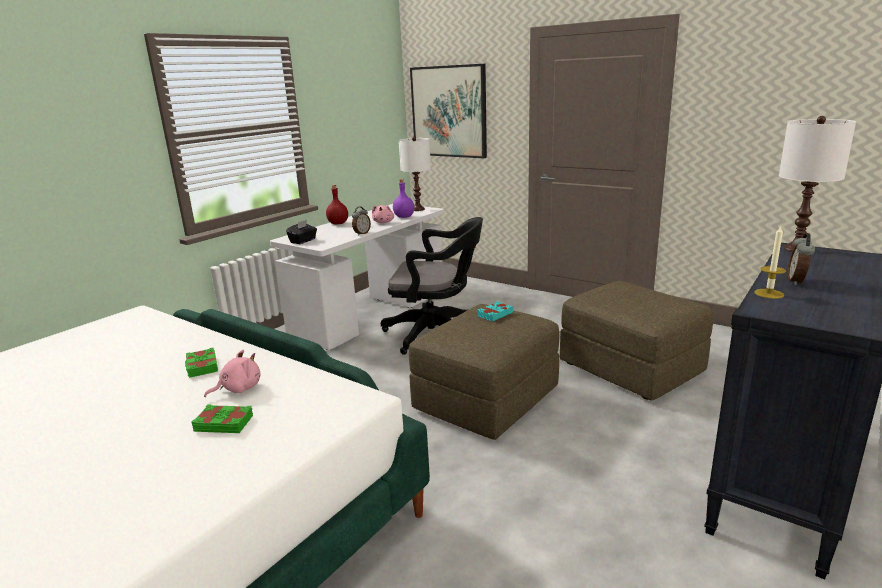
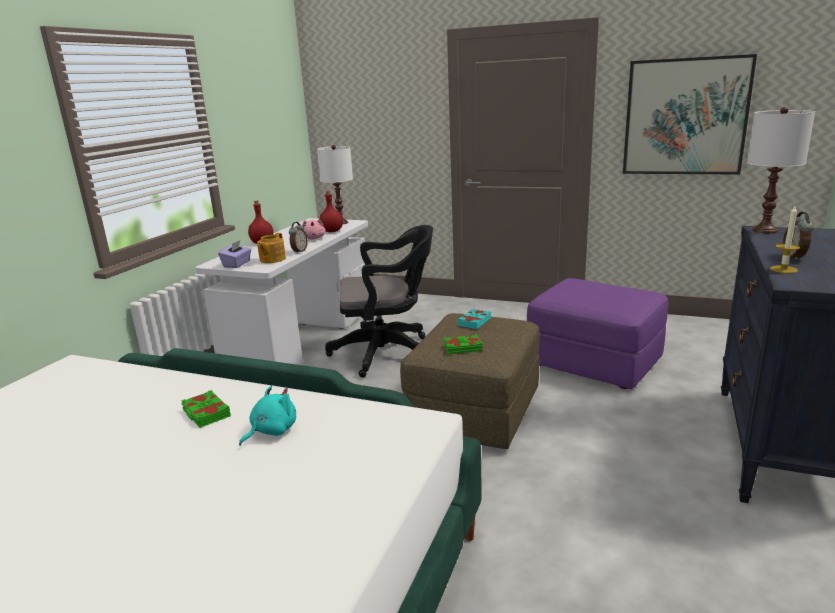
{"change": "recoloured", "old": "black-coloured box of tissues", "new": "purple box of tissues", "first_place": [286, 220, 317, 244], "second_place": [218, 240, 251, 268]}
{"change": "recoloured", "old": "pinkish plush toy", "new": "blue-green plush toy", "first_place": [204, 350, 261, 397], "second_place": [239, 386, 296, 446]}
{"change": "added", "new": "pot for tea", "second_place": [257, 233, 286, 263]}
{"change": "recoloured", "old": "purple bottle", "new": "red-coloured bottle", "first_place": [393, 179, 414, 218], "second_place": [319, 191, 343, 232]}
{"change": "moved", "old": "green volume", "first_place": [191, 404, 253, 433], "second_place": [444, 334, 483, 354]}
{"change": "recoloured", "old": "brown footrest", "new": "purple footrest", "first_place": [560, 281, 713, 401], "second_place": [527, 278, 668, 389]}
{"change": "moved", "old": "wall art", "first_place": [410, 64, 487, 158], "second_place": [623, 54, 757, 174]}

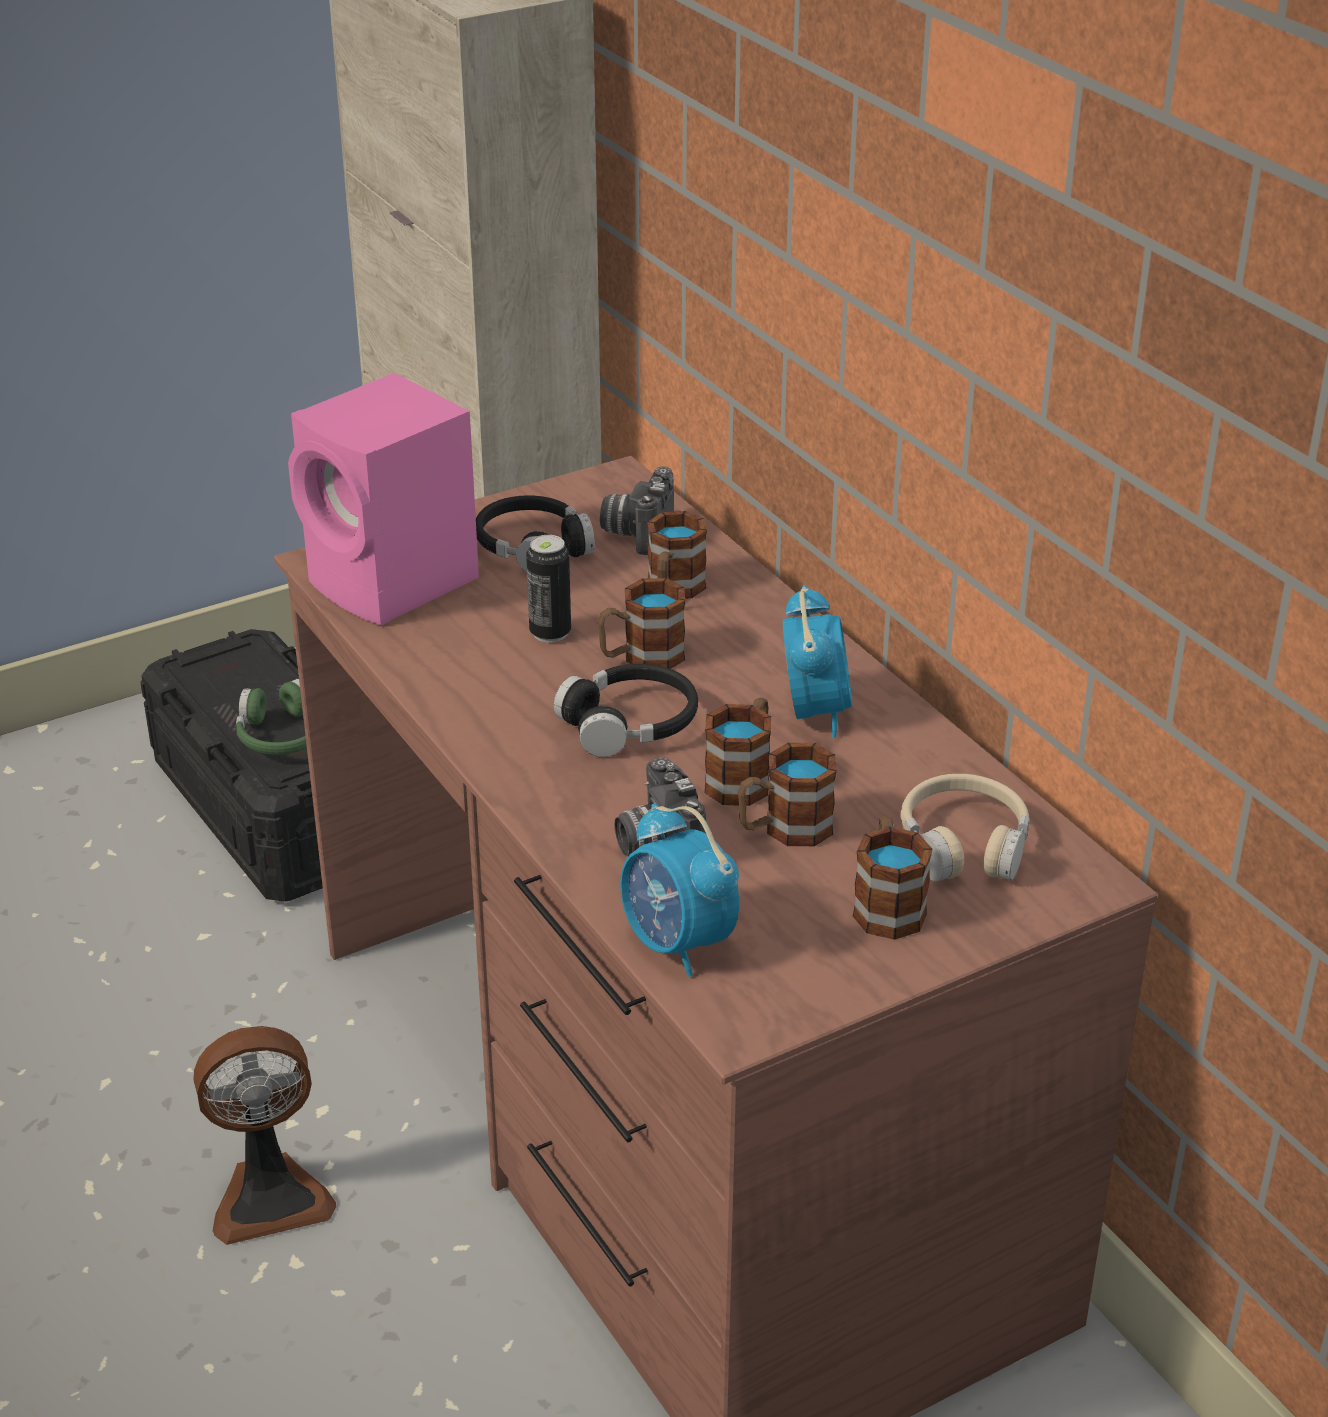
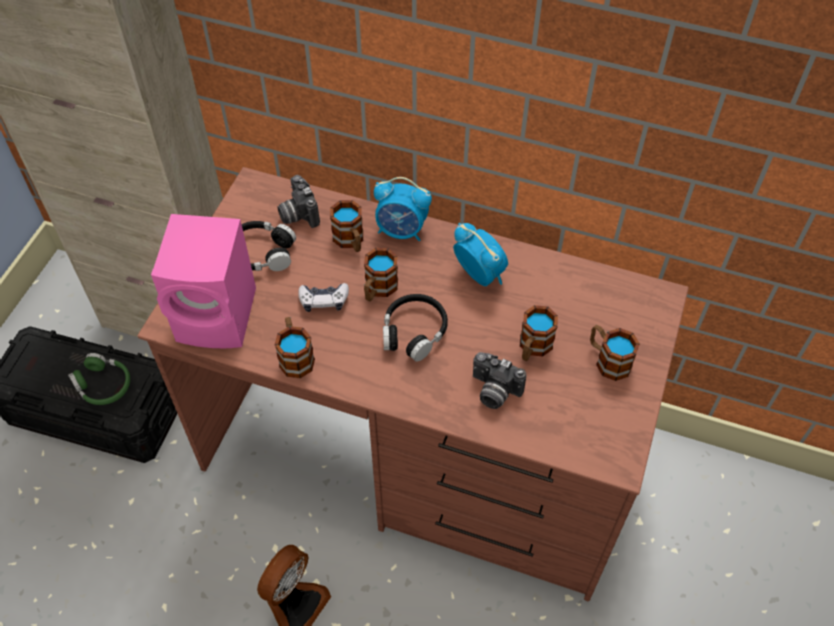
{"change": "moved", "old": "mug", "first_place": [704, 698, 771, 806], "second_place": [275, 317, 315, 378]}
{"change": "replaced", "old": "metal can", "new": "joypad", "first_place": [526, 535, 571, 643], "second_place": [298, 283, 349, 312]}
{"change": "moved", "old": "alarm clock", "first_place": [620, 803, 739, 977], "second_place": [374, 177, 432, 241]}
{"change": "removed", "old": "sand-coloured headphones", "first_place": [900, 774, 1030, 882]}

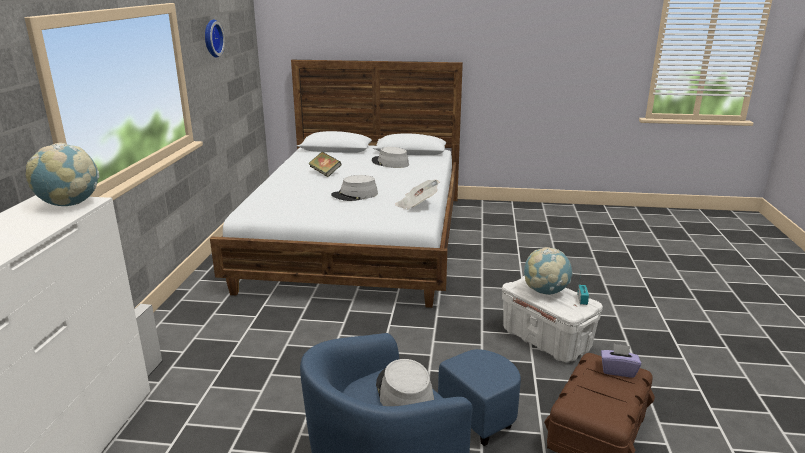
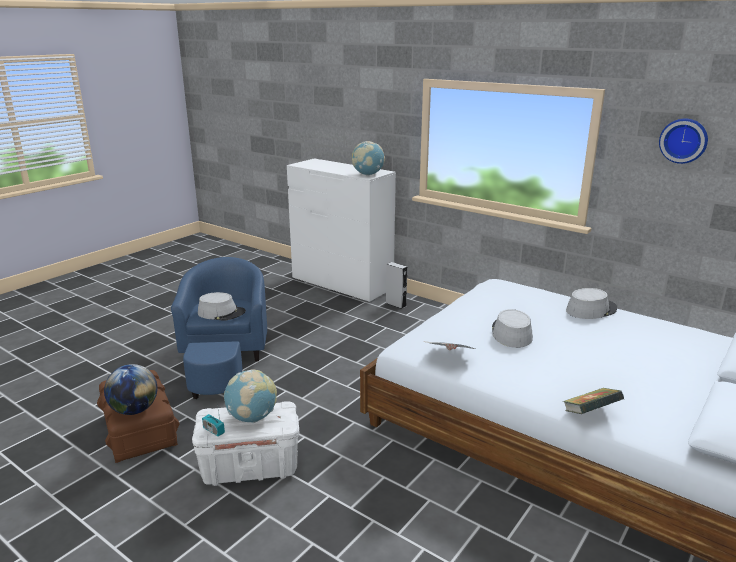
{"change": "replaced", "old": "purple box of tissues", "new": "globe", "first_place": [601, 344, 641, 378], "second_place": [104, 364, 157, 415]}
{"change": "moved", "old": "volume", "first_place": [309, 152, 342, 177], "second_place": [563, 388, 624, 414]}
{"change": "moved", "old": "grey wearable hat", "first_place": [372, 147, 409, 168], "second_place": [566, 288, 617, 319]}

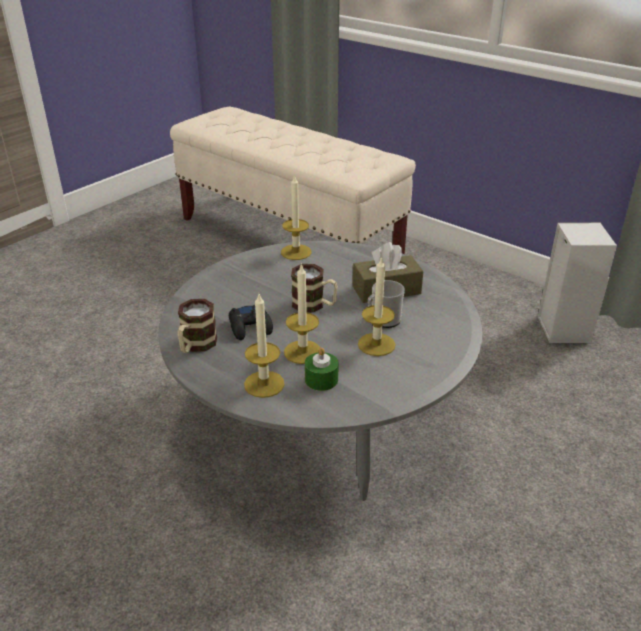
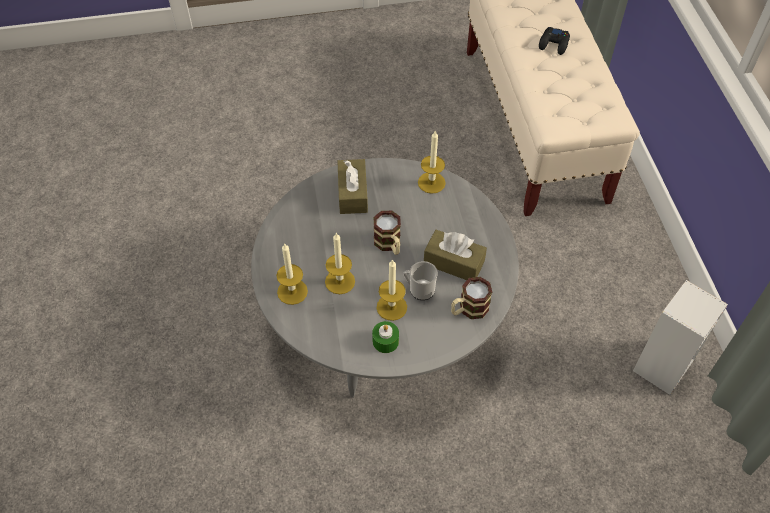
{"change": "added", "new": "brown box of tissues", "second_place": [337, 159, 368, 214]}
{"change": "moved", "old": "green candle", "first_place": [305, 348, 339, 391], "second_place": [372, 321, 399, 353]}
{"change": "moved", "old": "mug", "first_place": [178, 299, 217, 353], "second_place": [451, 277, 492, 319]}
{"change": "moved", "old": "black-coloured joypad", "first_place": [229, 305, 273, 340], "second_place": [539, 27, 570, 55]}

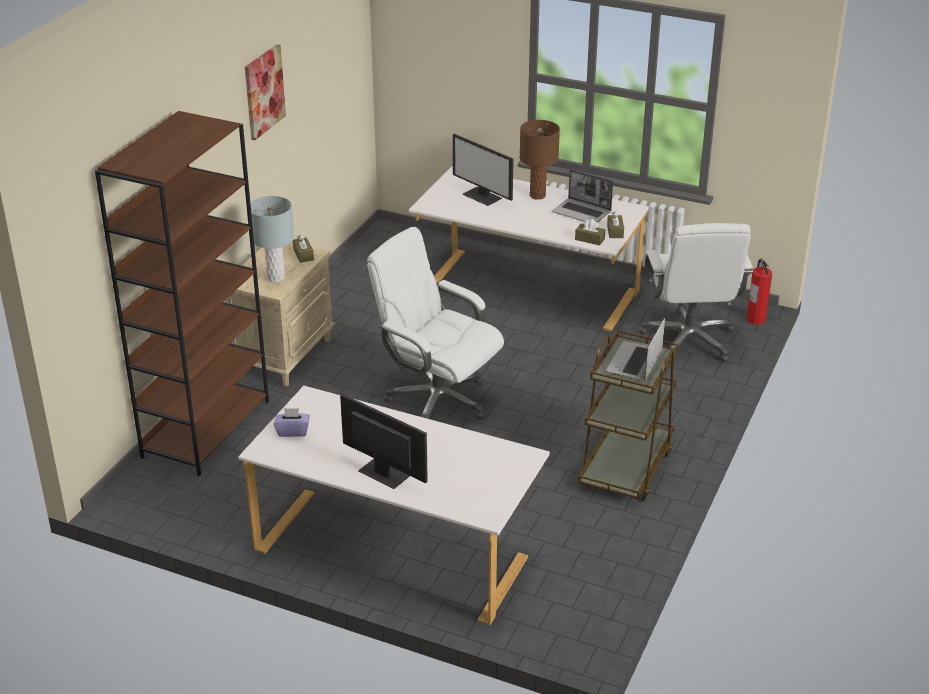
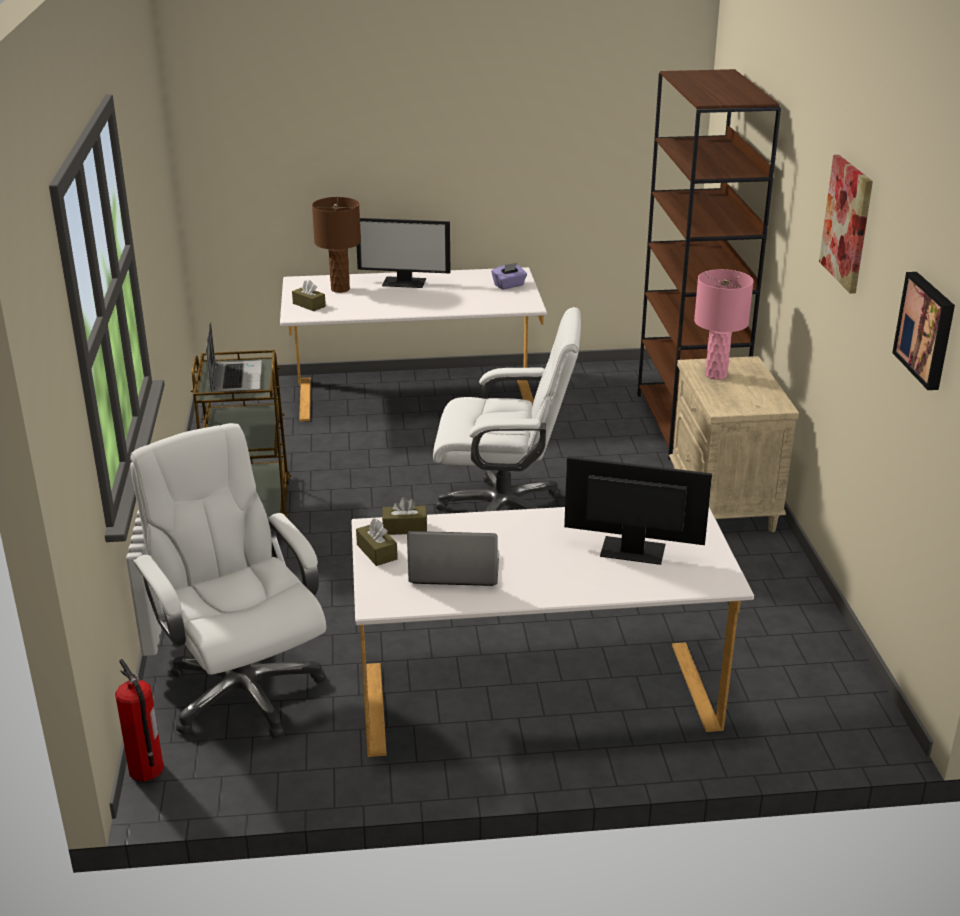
{"change": "moved", "old": "brown box of tissues", "first_place": [293, 235, 314, 263], "second_place": [292, 280, 326, 311]}
{"change": "moved", "old": "brown tabletop lamp", "first_place": [520, 120, 560, 200], "second_place": [312, 197, 361, 293]}
{"change": "recoloured", "old": "grey tabletop lamp", "new": "pinkish tabletop lamp", "first_place": [250, 196, 294, 282], "second_place": [694, 269, 754, 380]}
{"change": "added", "new": "wall art", "second_place": [892, 272, 955, 390]}

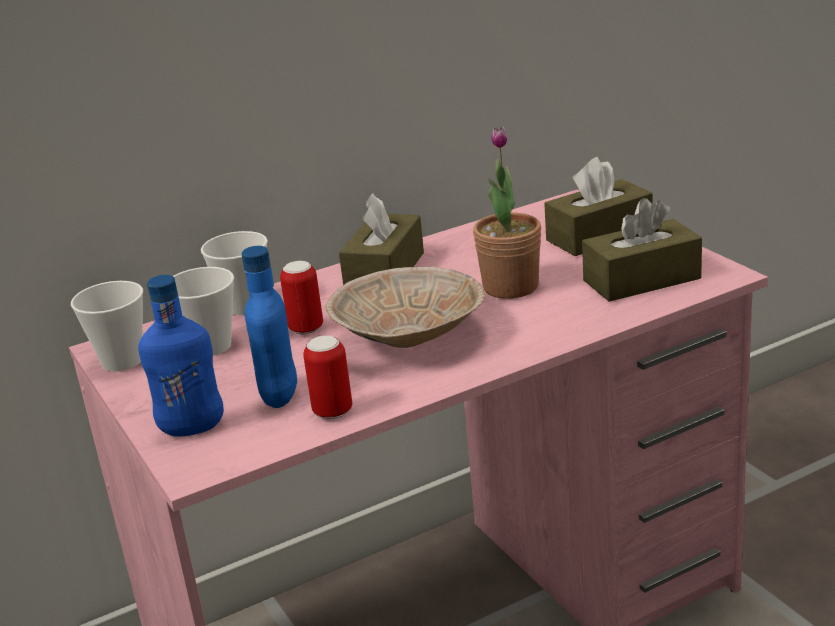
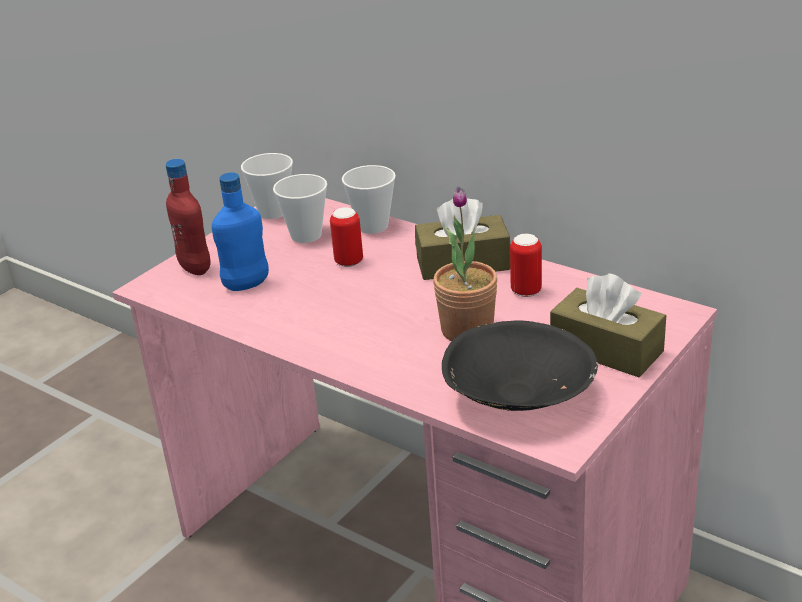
{"change": "recoloured", "old": "blue bottle", "new": "red-coloured bottle", "first_place": [138, 275, 224, 437], "second_place": [166, 159, 211, 275]}
{"change": "replaced", "old": "brown box of tissues", "new": "black-coloured deep dish", "first_place": [582, 198, 702, 302], "second_place": [442, 320, 598, 411]}
{"change": "moved", "old": "metal can", "first_place": [303, 336, 352, 419], "second_place": [510, 234, 542, 297]}
{"change": "removed", "old": "sand-coloured deep dish", "first_place": [326, 267, 485, 348]}

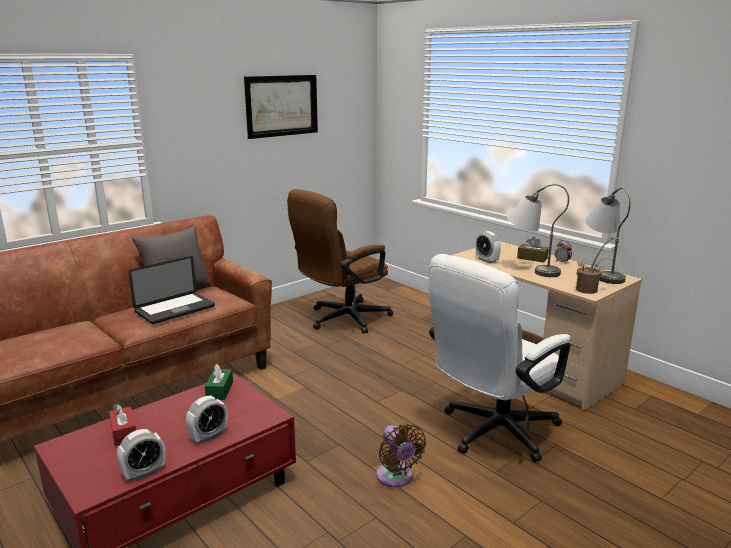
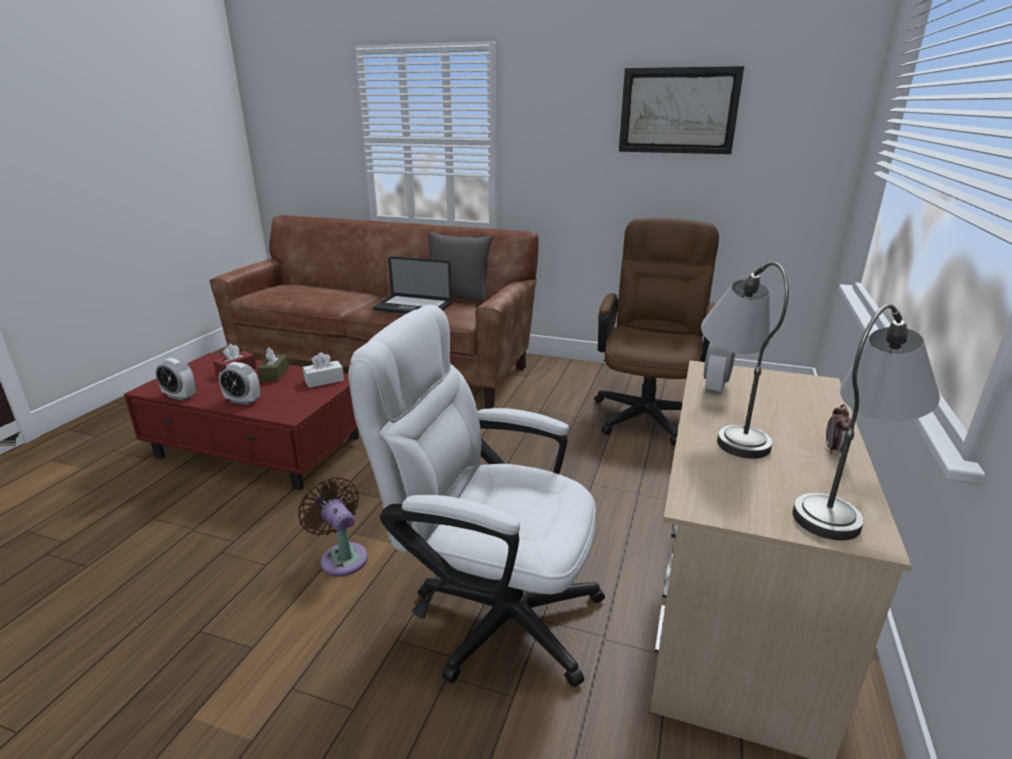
{"change": "moved", "old": "brown box of tissues", "first_place": [517, 237, 549, 263], "second_place": [257, 347, 289, 382]}
{"change": "turned", "old": "brown electric fan", "first_place": [376, 424, 426, 487], "second_place": [298, 477, 368, 576], "degrees": 105}
{"change": "recoloured", "old": "green box of tissues", "new": "whitish box of tissues", "first_place": [205, 364, 233, 400], "second_place": [303, 352, 344, 388]}
{"change": "turned", "old": "brown desk chair", "first_place": [287, 189, 393, 334], "second_place": [594, 218, 719, 446], "degrees": 90}
{"change": "removed", "old": "houseplant", "first_place": [576, 237, 618, 294]}

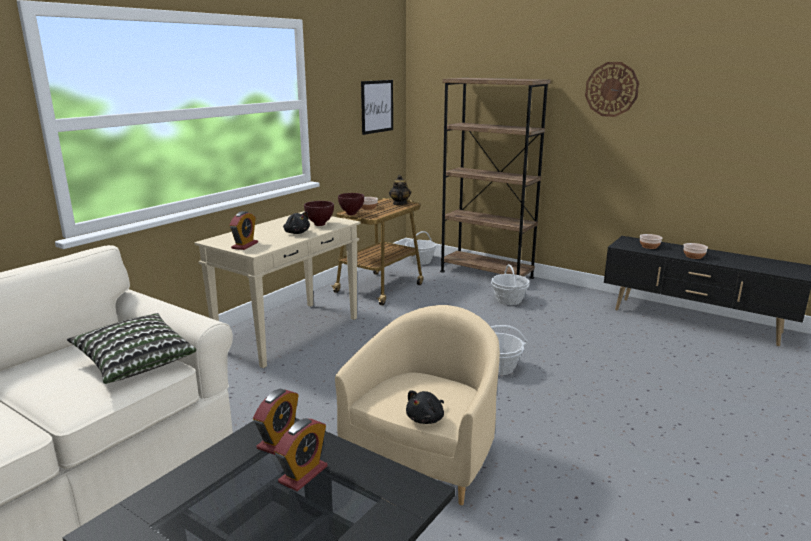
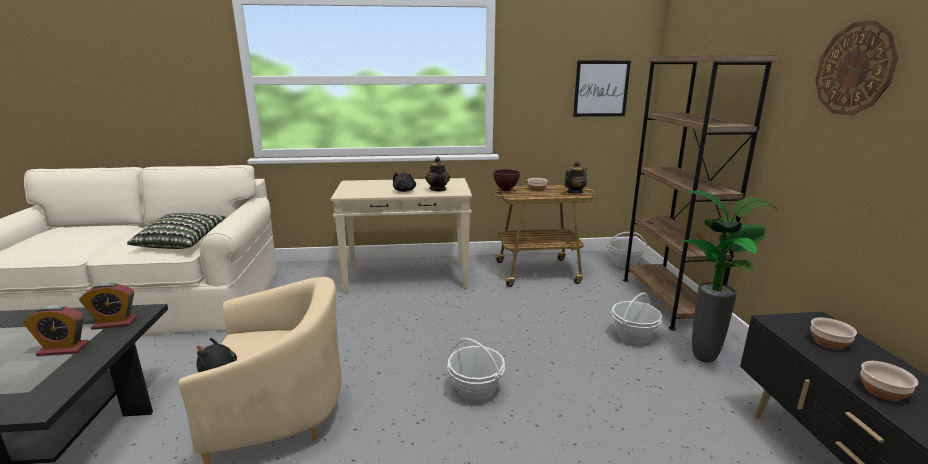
{"change": "replaced", "old": "brown deep dish", "new": "pot for tea", "first_place": [304, 201, 334, 226], "second_place": [425, 157, 450, 191]}
{"change": "added", "new": "houseplant", "second_place": [683, 190, 777, 363]}
{"change": "removed", "old": "alarm clock", "first_place": [229, 211, 258, 250]}

